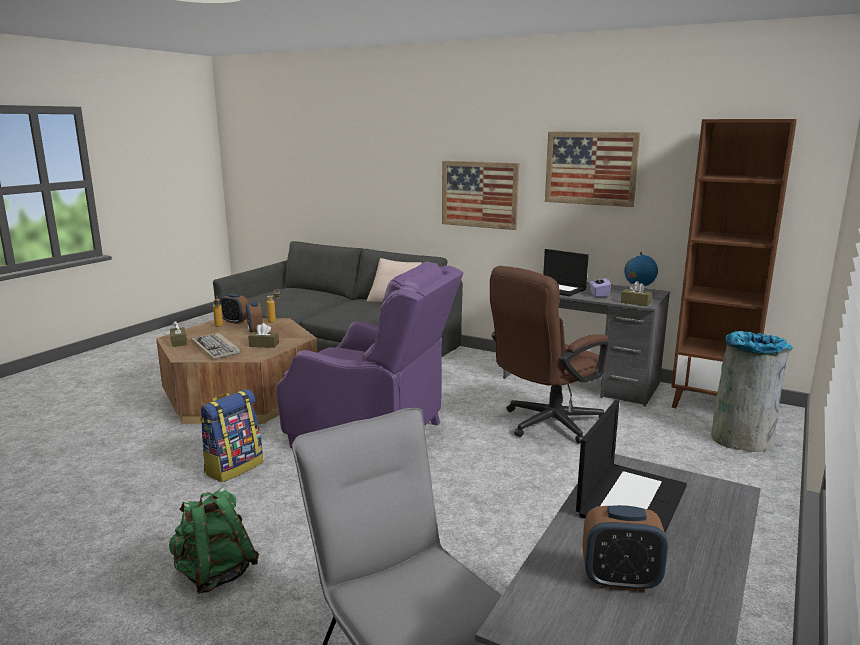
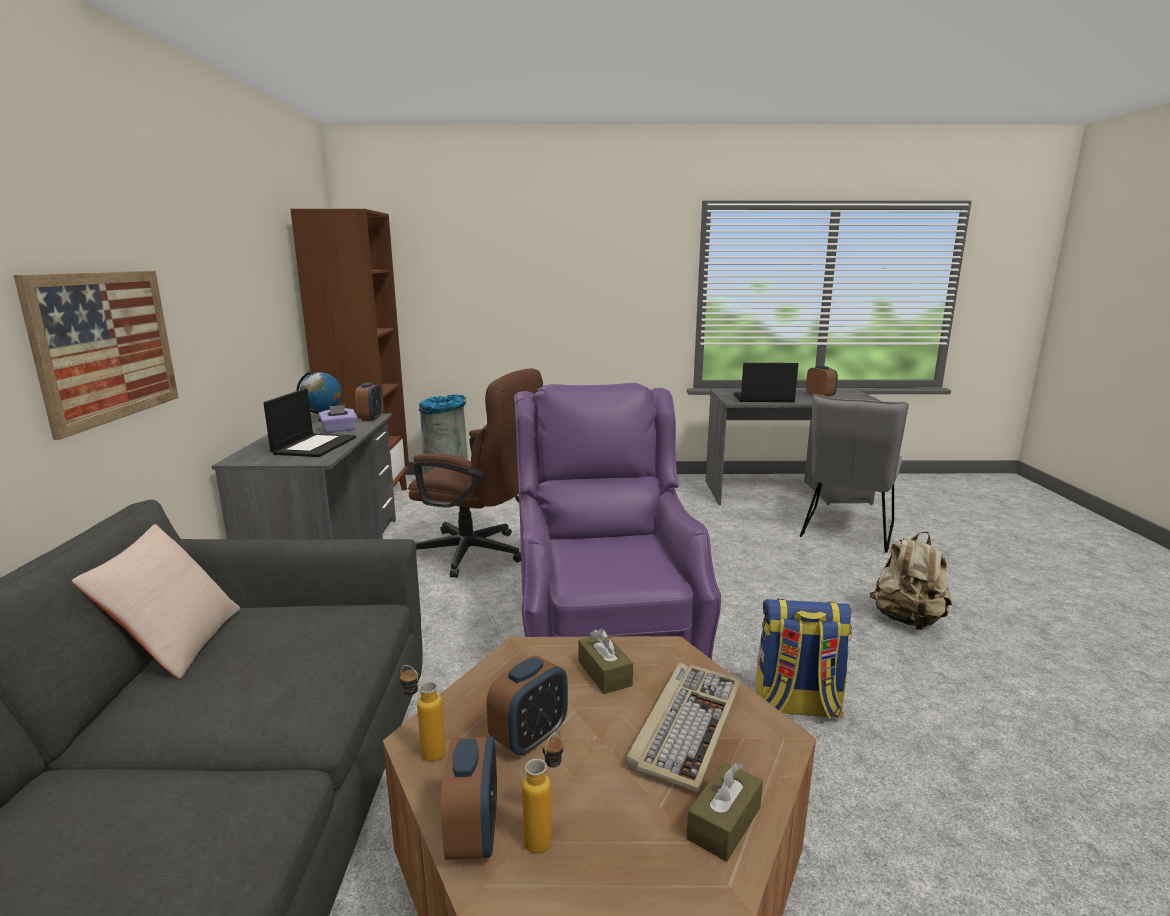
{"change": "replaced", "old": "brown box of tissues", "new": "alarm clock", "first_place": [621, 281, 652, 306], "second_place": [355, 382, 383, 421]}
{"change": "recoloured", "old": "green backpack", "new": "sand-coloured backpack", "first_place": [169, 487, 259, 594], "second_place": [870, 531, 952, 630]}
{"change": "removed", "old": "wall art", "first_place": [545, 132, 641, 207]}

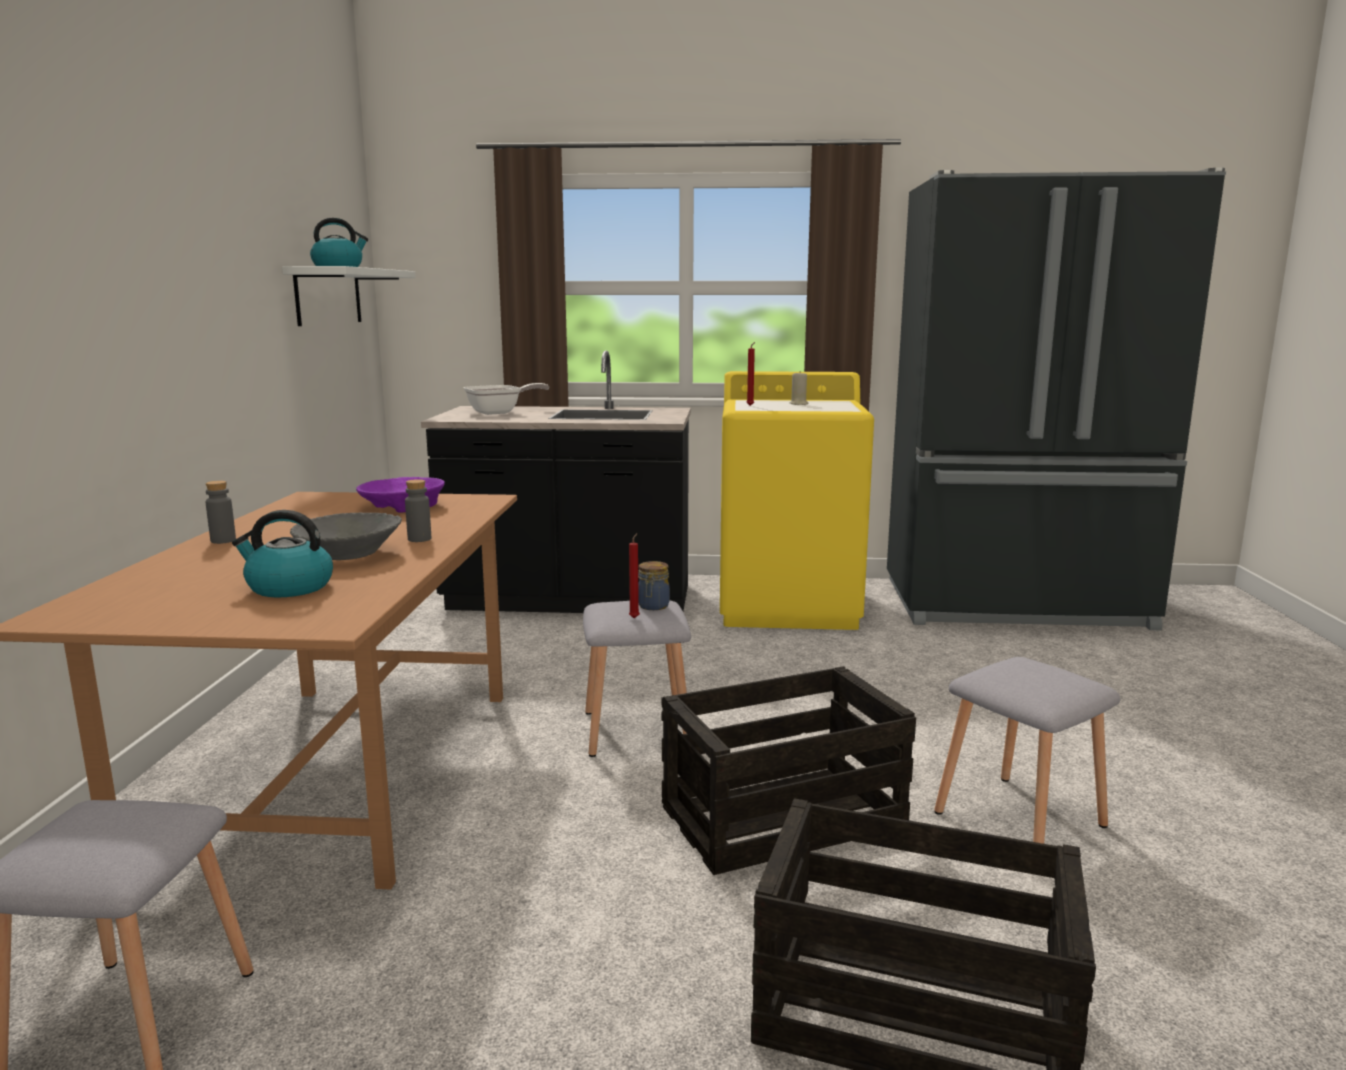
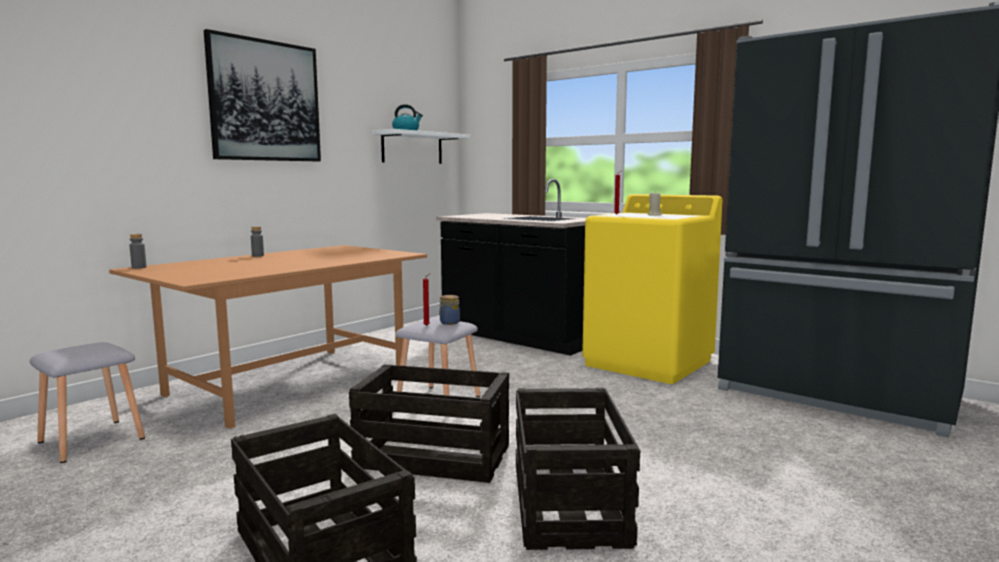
{"change": "moved", "old": "grey bottle", "first_place": [405, 479, 431, 542], "second_place": [129, 234, 147, 269]}
{"change": "added", "new": "wall art", "second_place": [204, 29, 321, 161]}
{"change": "replaced", "old": "grey stool seat", "new": "crate", "first_place": [934, 657, 1121, 844], "second_place": [516, 388, 640, 550]}
{"change": "removed", "old": "tea kettle", "first_place": [232, 510, 333, 597]}
{"change": "removed", "old": "grey deep dish", "first_place": [290, 513, 402, 560]}
{"change": "removed", "old": "purple deep dish", "first_place": [356, 477, 445, 512]}
{"change": "removed", "old": "skillet", "first_place": [463, 383, 549, 415]}

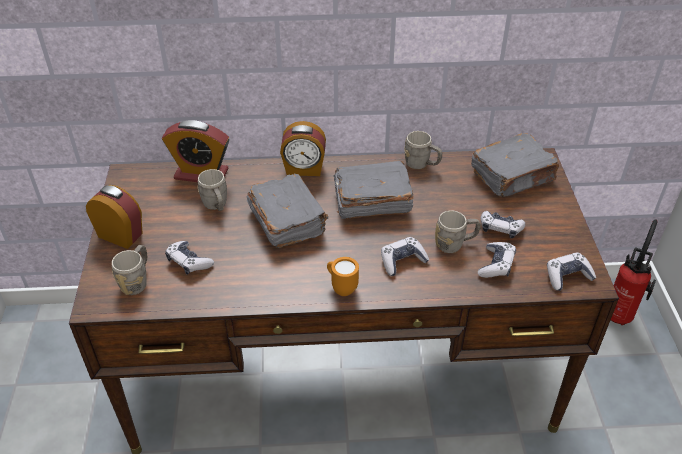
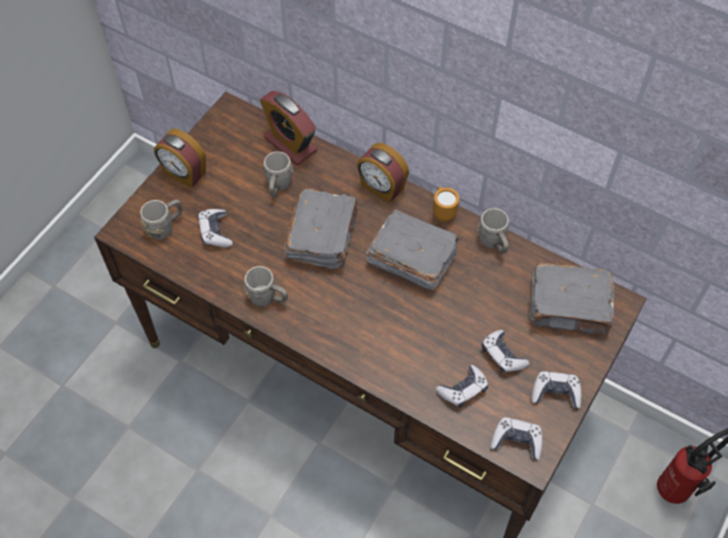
{"change": "turned", "old": "alarm clock", "first_place": [86, 185, 143, 249], "second_place": [154, 129, 206, 188], "degrees": 150}
{"change": "moved", "old": "grey mug", "first_place": [435, 211, 481, 253], "second_place": [244, 266, 288, 306]}
{"change": "moved", "old": "orange mug", "first_place": [327, 257, 359, 296], "second_place": [433, 187, 459, 222]}
{"change": "moved", "old": "joypad", "first_place": [381, 237, 429, 276], "second_place": [531, 371, 581, 409]}

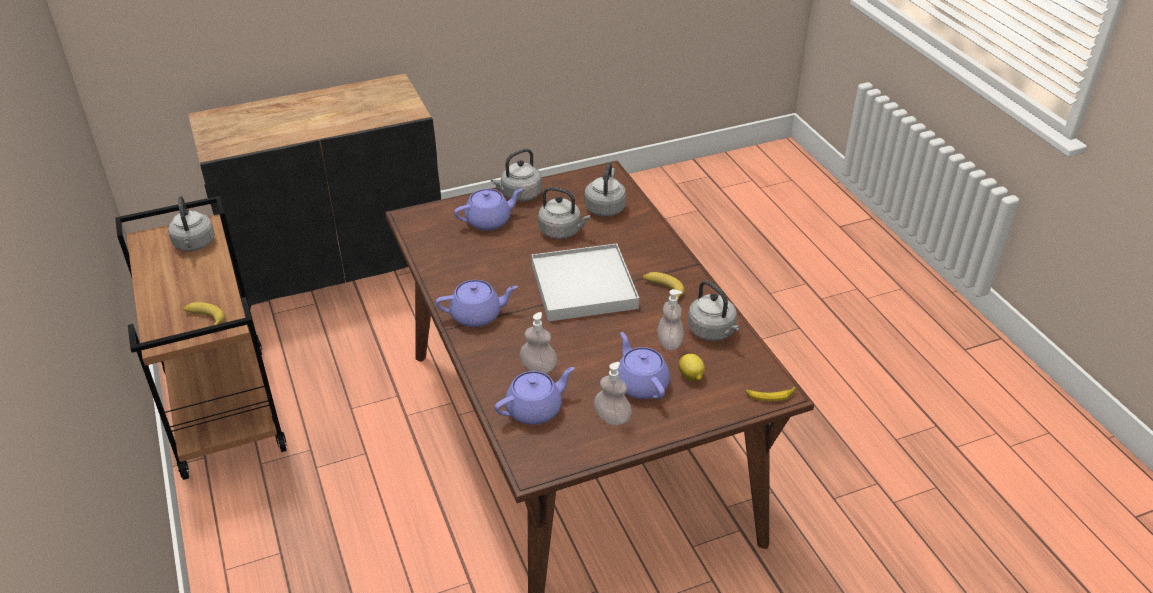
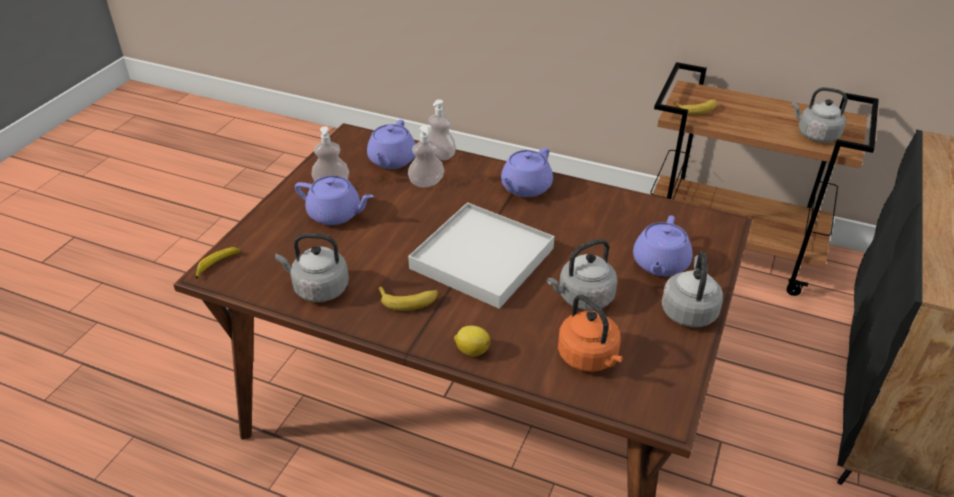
{"change": "moved", "old": "soap dispenser", "first_place": [657, 289, 684, 350], "second_place": [428, 99, 456, 160]}
{"change": "moved", "old": "whole lemon", "first_place": [679, 354, 705, 381], "second_place": [454, 326, 490, 356]}
{"change": "recoloured", "old": "grey tea kettle", "new": "orange tea kettle", "first_place": [585, 162, 626, 217], "second_place": [558, 294, 623, 372]}

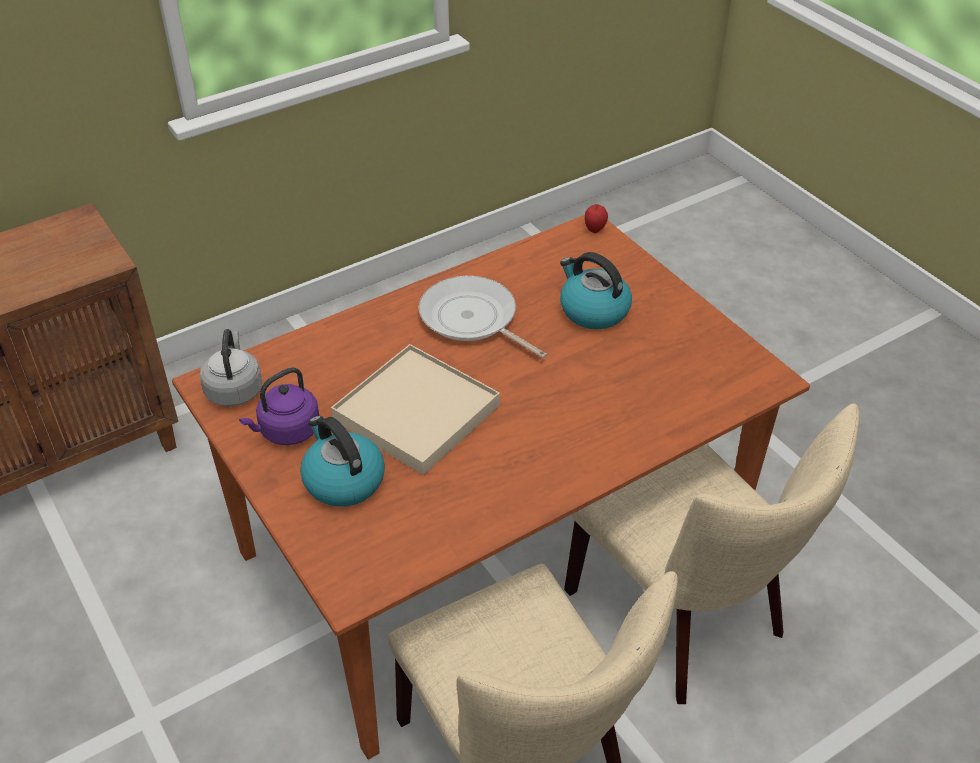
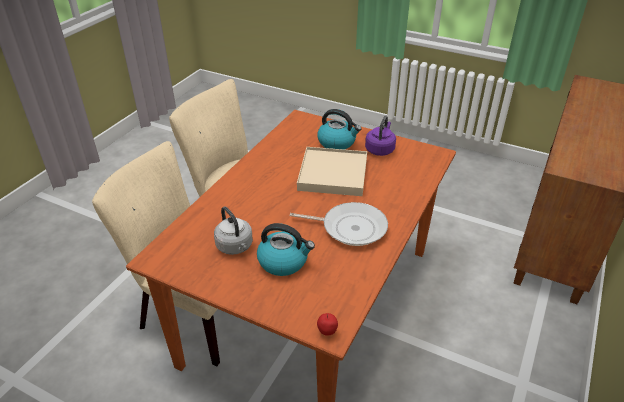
{"change": "moved", "old": "grey tea kettle", "first_place": [200, 329, 262, 407], "second_place": [214, 207, 253, 255]}

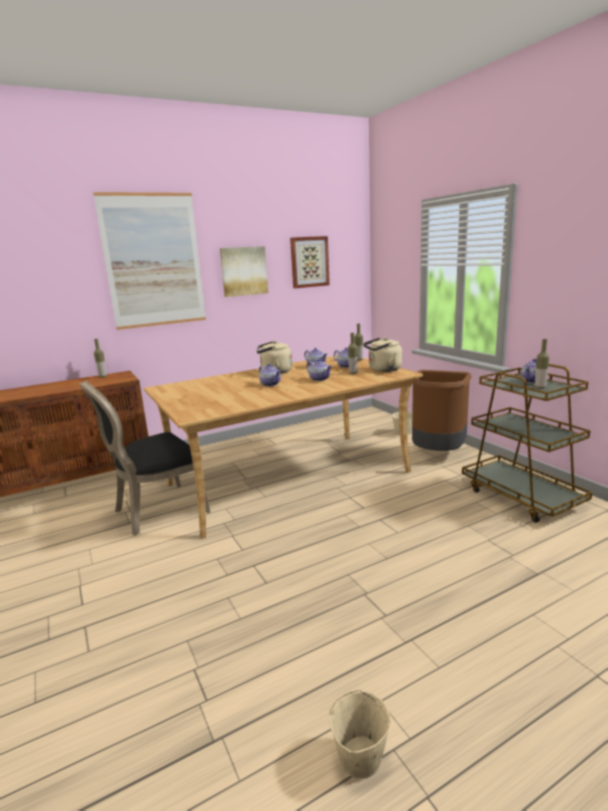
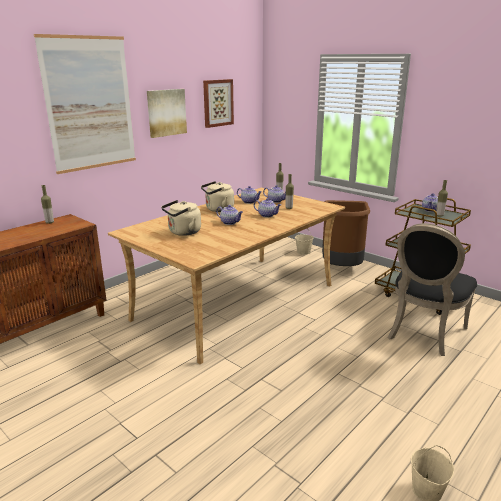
{"change": "moved", "old": "sand-coloured tea kettle", "first_place": [363, 338, 402, 372], "second_place": [161, 200, 201, 236]}
{"change": "moved", "old": "black-coloured plain chair", "first_place": [79, 381, 210, 536], "second_place": [388, 223, 477, 356]}

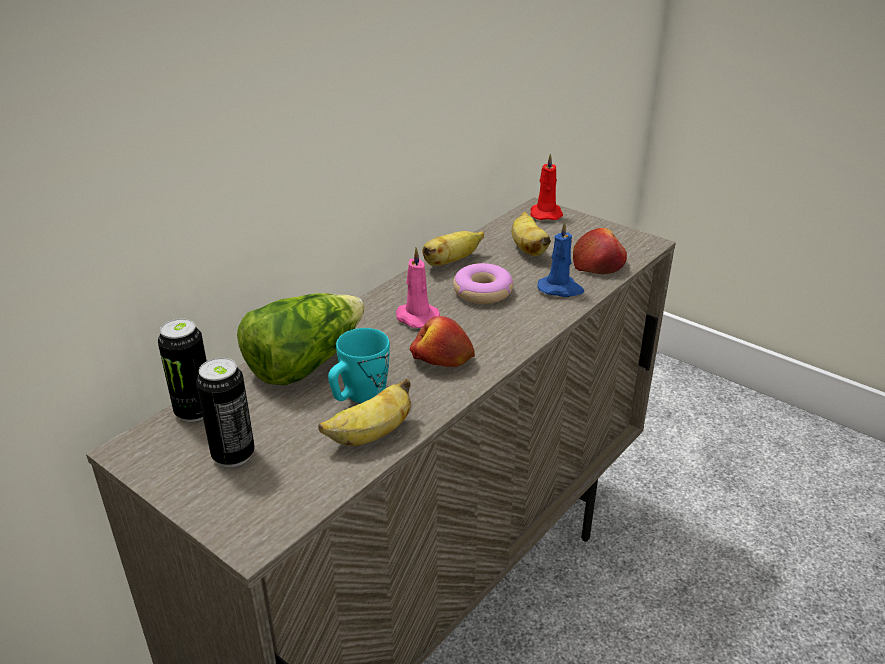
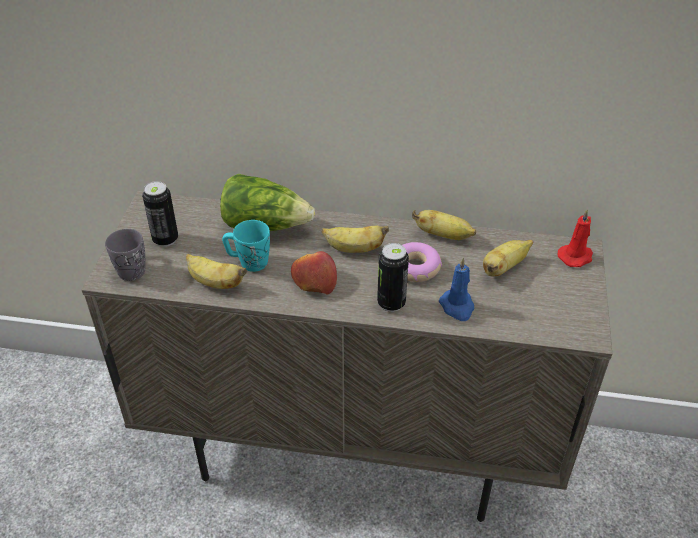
{"change": "added", "new": "grey mug", "second_place": [105, 229, 145, 281]}
{"change": "replaced", "old": "pinkish candle", "new": "banana", "first_place": [396, 247, 440, 328], "second_place": [322, 226, 389, 253]}
{"change": "moved", "old": "metal can", "first_place": [158, 319, 207, 422], "second_place": [377, 243, 409, 312]}
{"change": "removed", "old": "apple fruit", "first_place": [573, 228, 627, 274]}

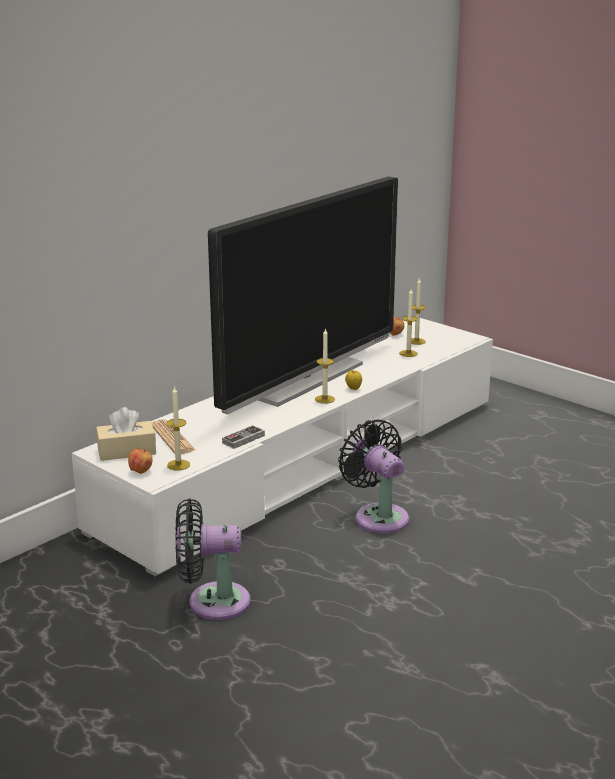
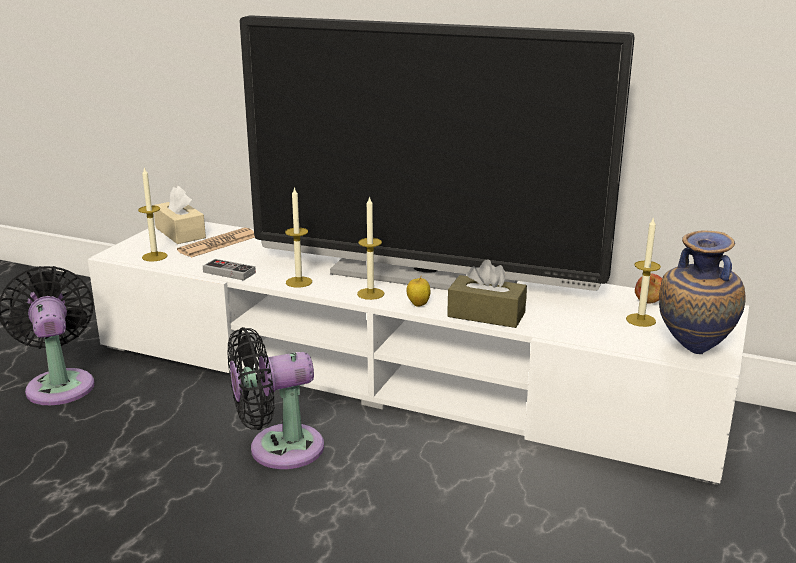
{"change": "turned", "old": "black-coloured electric fan", "first_place": [338, 419, 409, 533], "second_place": [227, 327, 324, 469], "degrees": -150}
{"change": "moved", "old": "candle", "first_place": [399, 289, 418, 357], "second_place": [285, 187, 312, 288]}
{"change": "added", "new": "brown box of tissues", "second_place": [447, 260, 527, 328]}
{"change": "added", "new": "vase", "second_place": [659, 231, 746, 354]}
{"change": "removed", "old": "apple fruit", "first_place": [128, 449, 153, 474]}

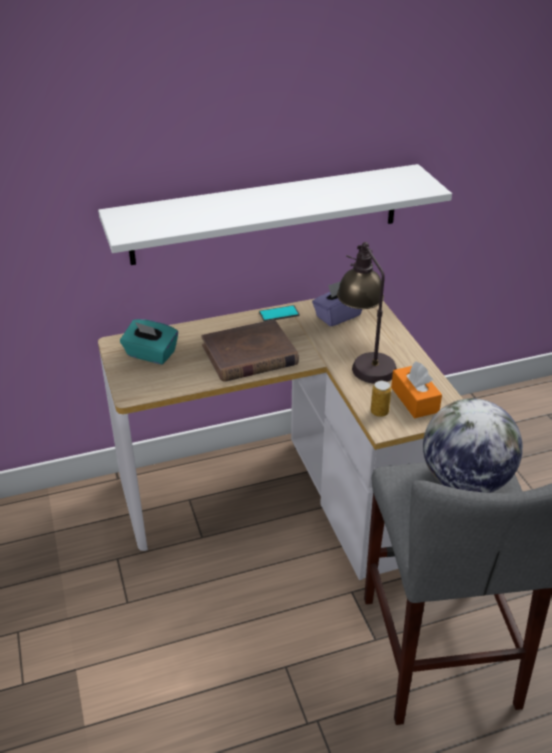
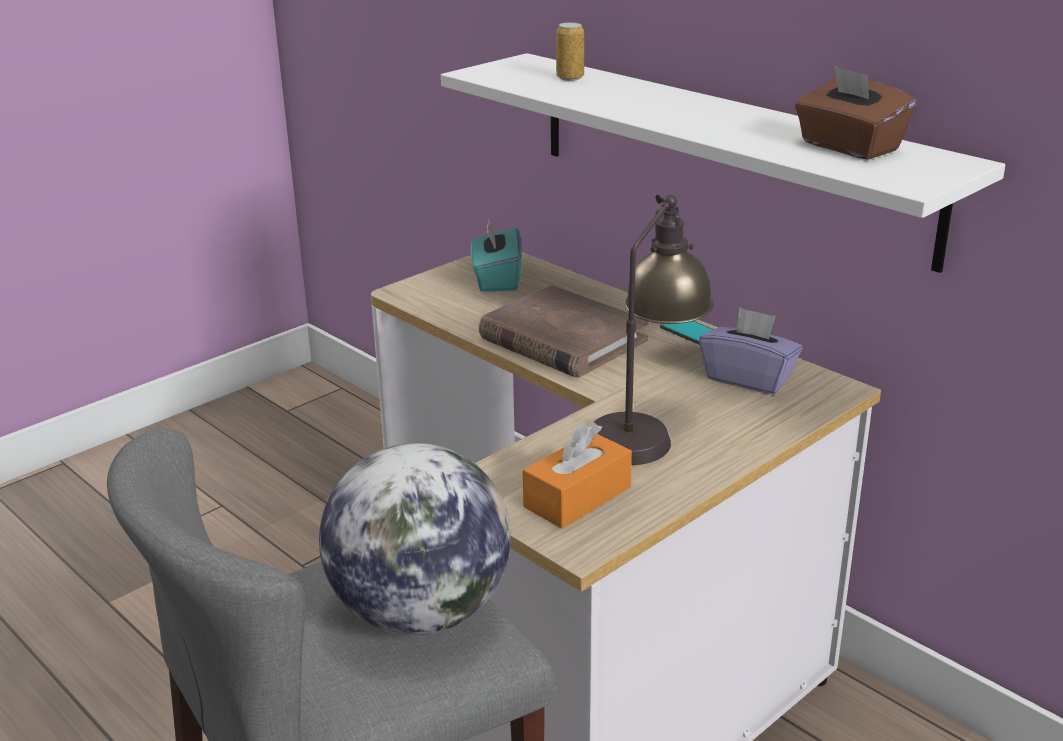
{"change": "moved", "old": "metal can", "first_place": [371, 381, 391, 417], "second_place": [556, 22, 584, 81]}
{"change": "added", "new": "brown box of tissues", "second_place": [795, 66, 916, 160]}

